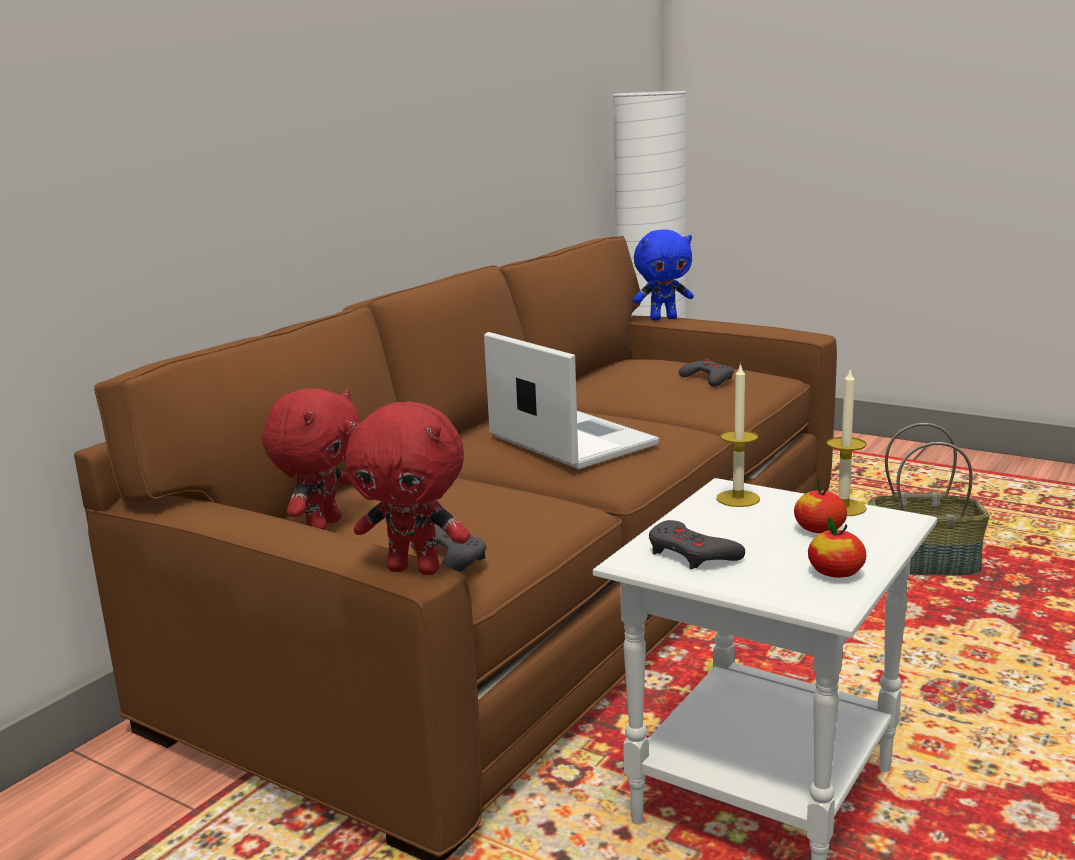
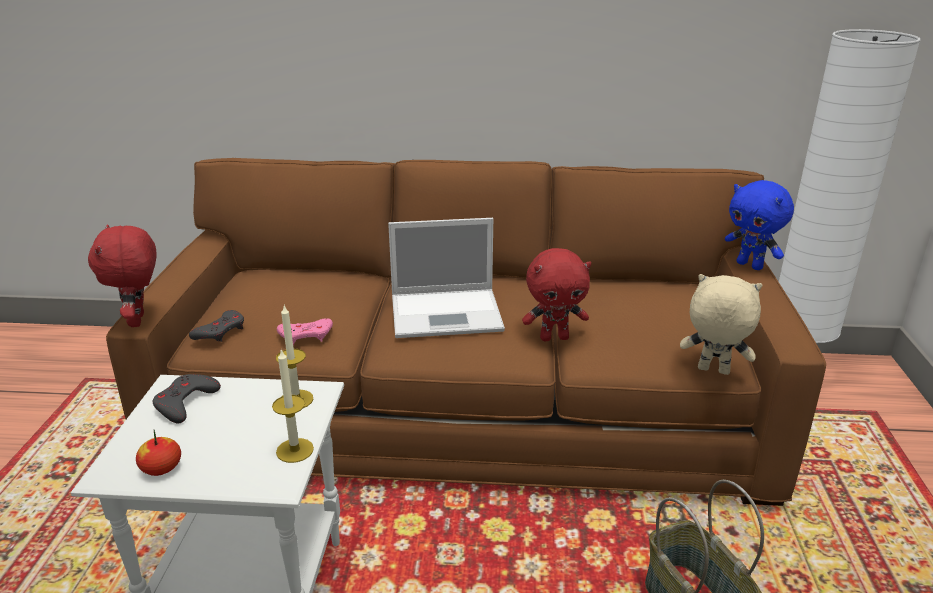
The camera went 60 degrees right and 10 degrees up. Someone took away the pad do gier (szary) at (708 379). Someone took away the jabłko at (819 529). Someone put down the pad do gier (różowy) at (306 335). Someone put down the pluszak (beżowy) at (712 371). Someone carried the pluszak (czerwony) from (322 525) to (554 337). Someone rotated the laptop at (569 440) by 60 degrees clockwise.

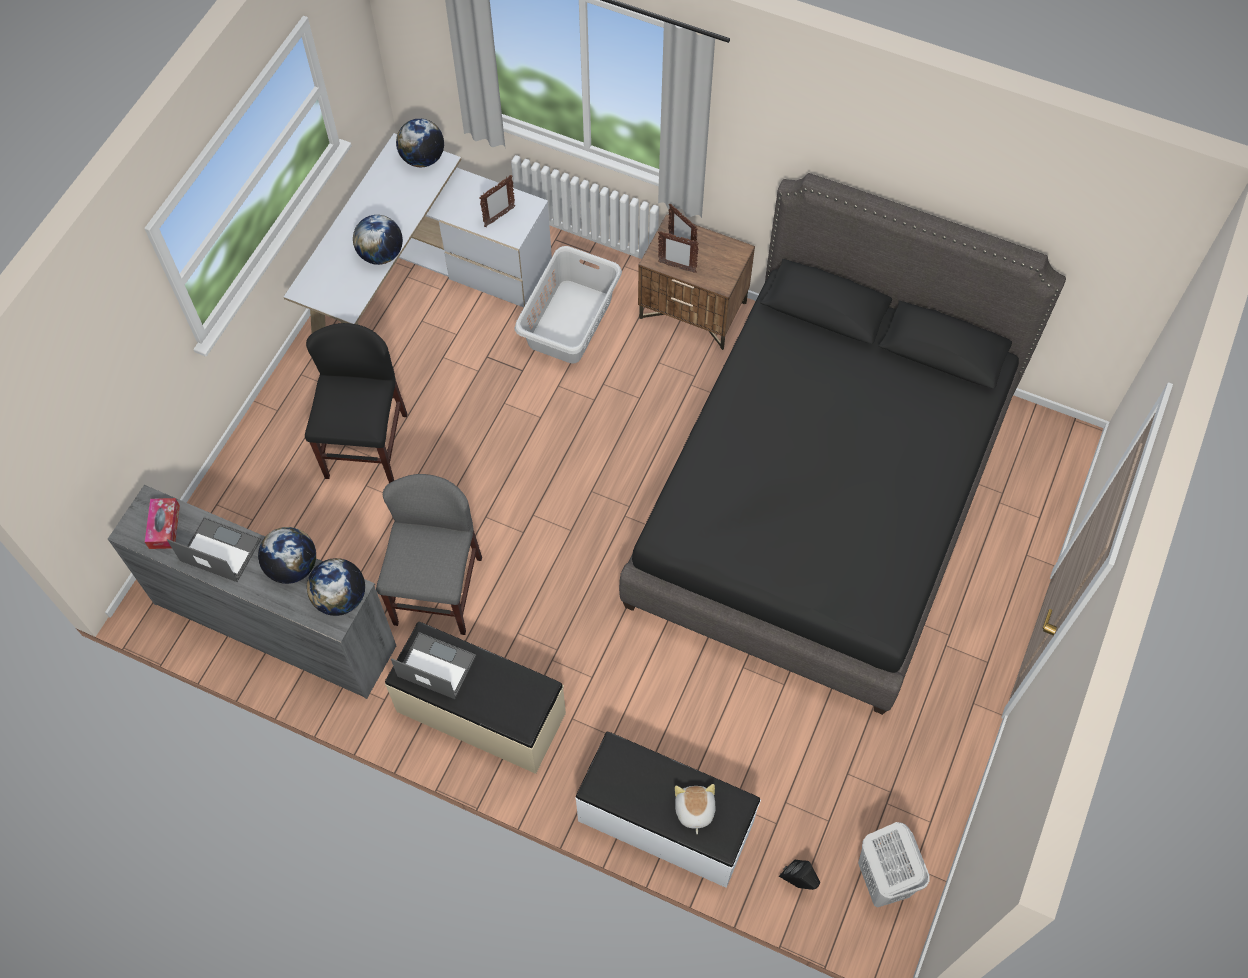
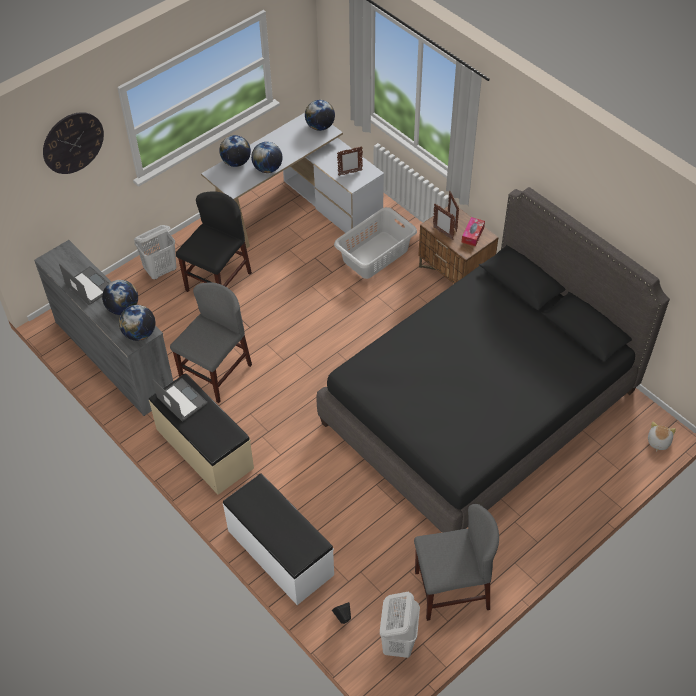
The camera went 25 degrees right and 10 degrees down. Someone put up the zegar ścienny at (73 143). Someone put down the kosz na pranie (biały) at (161 270). Someone put down the globus at (236 162). Someone put down the krzesło (szary) at (451 590). Someone carried the pudełko chusteczek from (164 527) to (472 234). Someone carried the pluszak from (694 810) to (658 441).

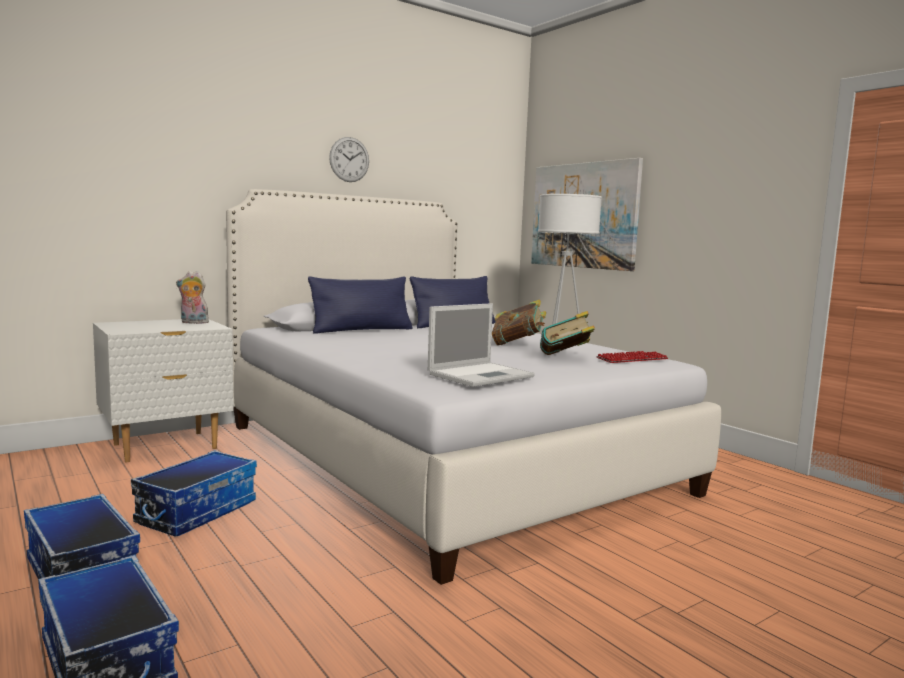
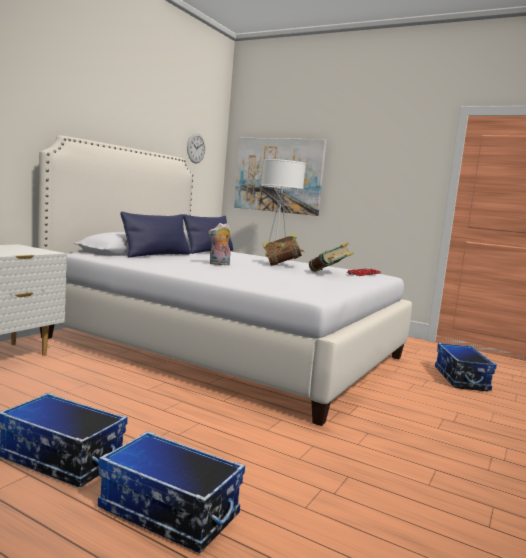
The camera went 25 degrees left and 0 degrees up. Someone took away the laptop at (482 375). Someone carried the pojemnik do przechowywania from (197 512) to (460 379). Someone carried the pluszak from (193 323) to (219 264). Someone carried the zegar ścienny from (349 159) to (196 148).

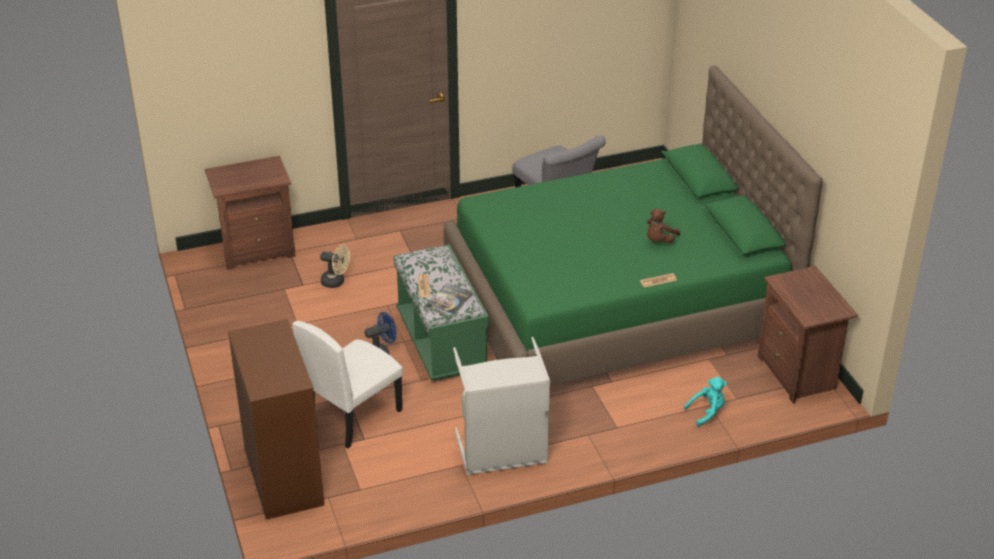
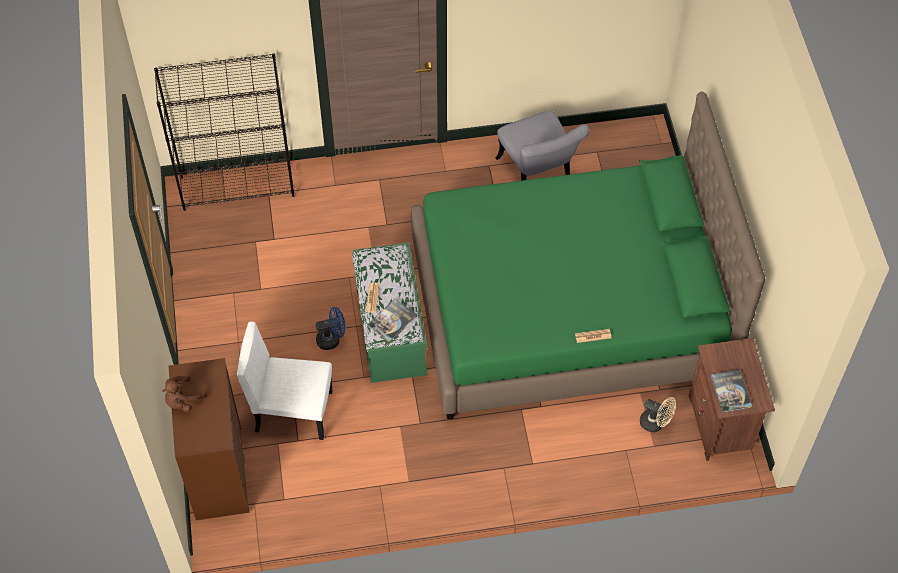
The camera went 10 degrees right and 20 degrees up. Someone took away the kosz na pranie (szary) at (502 454). Someone took away the pluszak (turkusowy) at (707 412). Someone put down the książka at (730 391). Someone carried the wentylator (beżowy) from (336 282) to (656 423). Someone carried the pluszak (brązowy) from (659 240) to (183 400). Someone swapped the szafka nocna (brązowy) at (257 250) for the regał (czarny) at (238 186). Someone rotated the krzesło (biały) at (353 415) by 45 degrees clockwise.

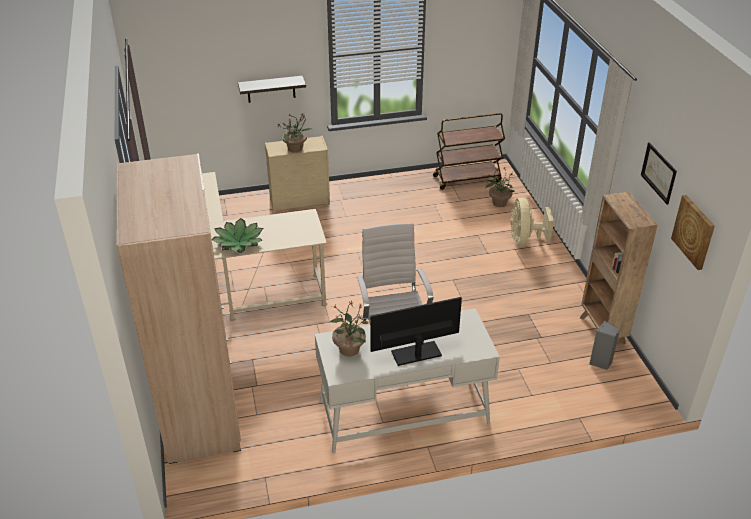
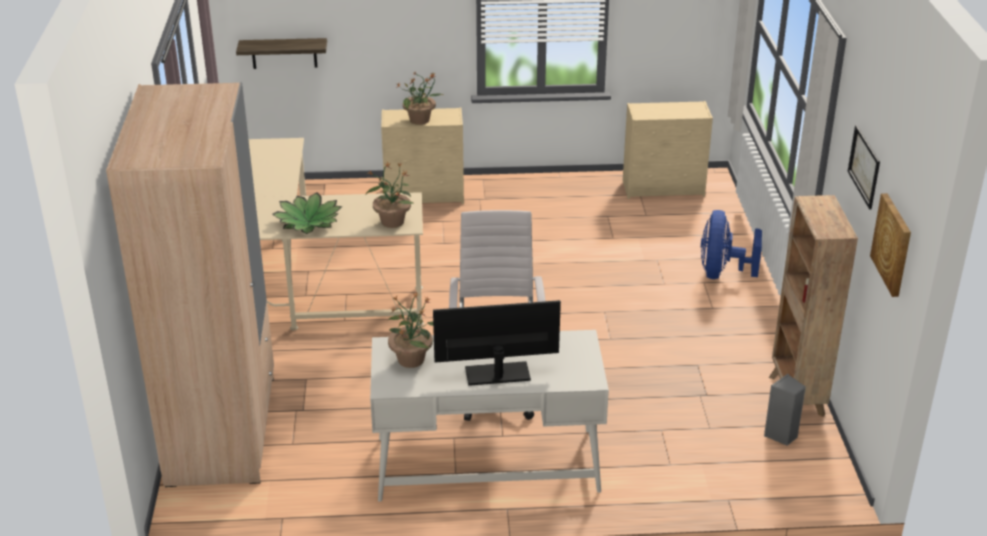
The camera went 10 degrees right and 5 degrees down. Someone carried the półka from (271 89) to (284 53). Someone carried the roślina doniczkowa from (499 202) to (392 221). Someone swapped the wózek (brązowy) at (467 178) for the komoda (beżowy) at (664 188). Someone repainted the wentylator (beżowy) at (524 240), which became the wentylator (niebieski) at (721 273).

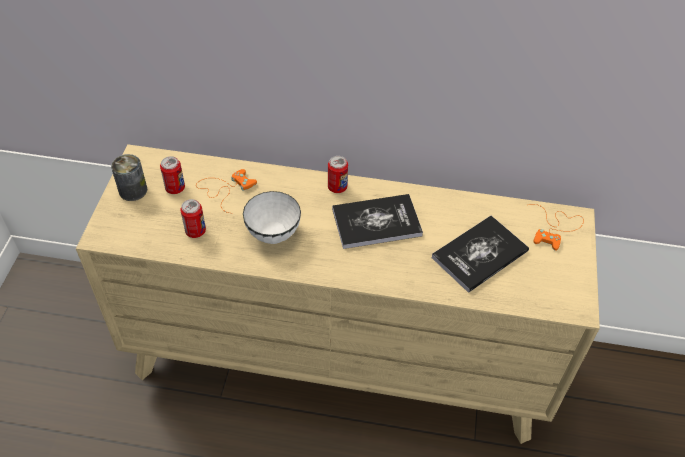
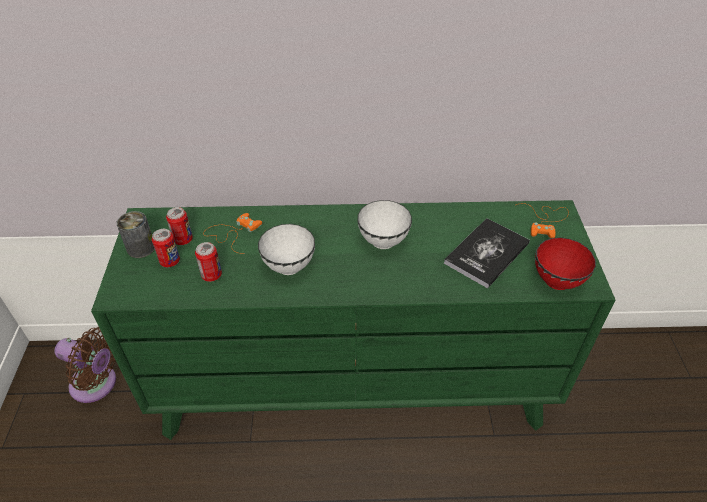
The camera went 10 degrees left and 5 degrees down. Someone put down the wentylator (brązowy) at (97 384). Someone put down the miska (czerwony) at (558 280). Someone carried the puszka from (337 187) to (170 261). Someone swapped the książka at (376 222) for the miska (biały) at (384 240). Someone repainted the komoda (beżowy) at (339 358), which became the komoda (zielony) at (354 384).

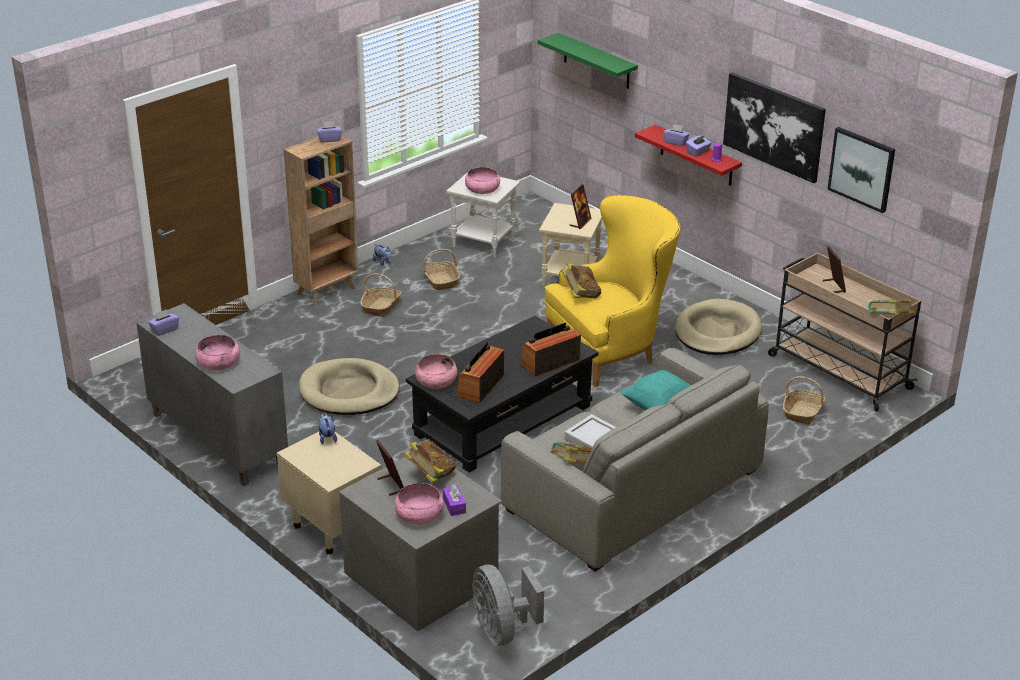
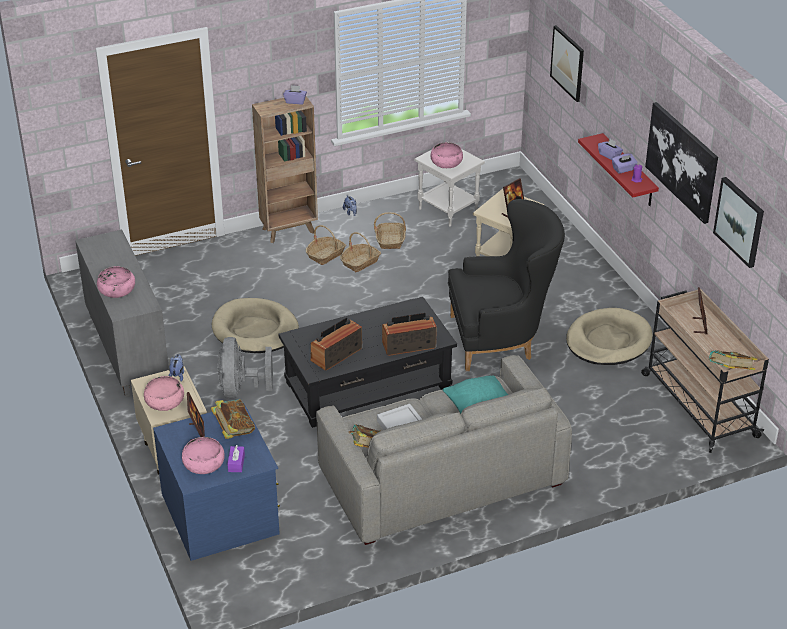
The camera went 20 degrees right and 5 degrees up. Someone took away the pudełko chusteczek (fioletowy) at (164 330). Someone took away the książka at (580 294). Someone carried the miska (różowy) from (436 380) to (164 401). Someone carried the wentylator (szary) from (502 630) to (240 389). Someone carried the koszyk from (803 412) to (360 262). Someone swapped the półka (zielony) at (596 61) for the obraz at (567 63). Someone repainted the komoda (szary) at (423 576), which became the komoda (niebieski) at (221 513). Someone repainted the fotel (żółty) at (612 350), which became the fotel (czarny) at (501 339).

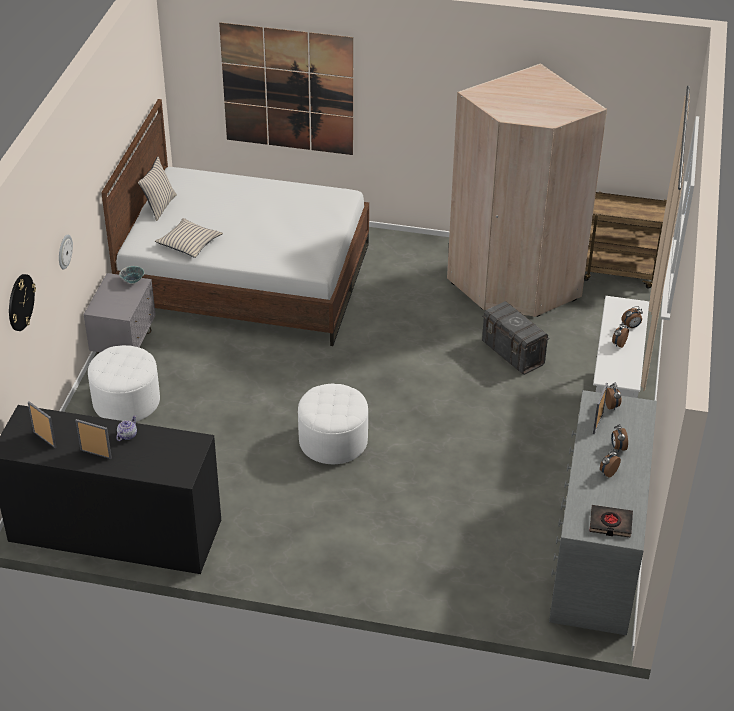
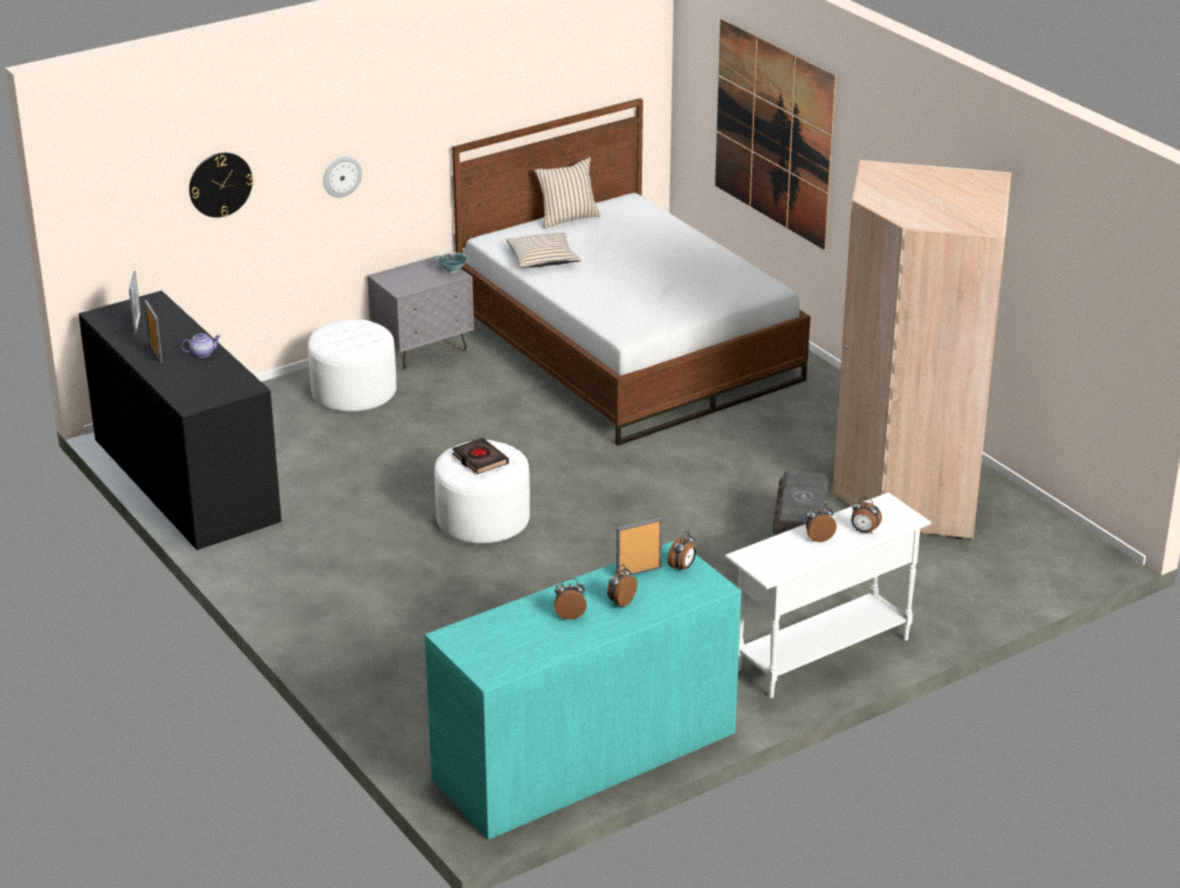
The camera went 45 degrees right and 10 degrees down. Someone took away the wózek (brązowy) at (621 272). Someone carried the książka (czarny) from (610 523) to (480 459). Someone repainted the komoda (szary) at (596 550), which became the komoda (turkusowy) at (585 756).

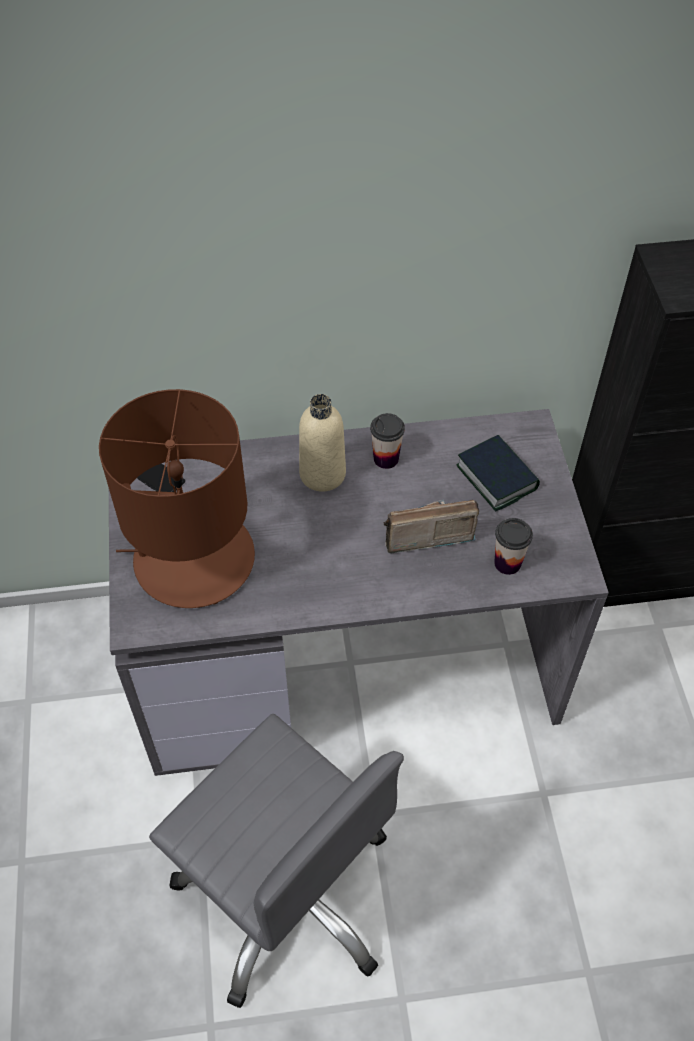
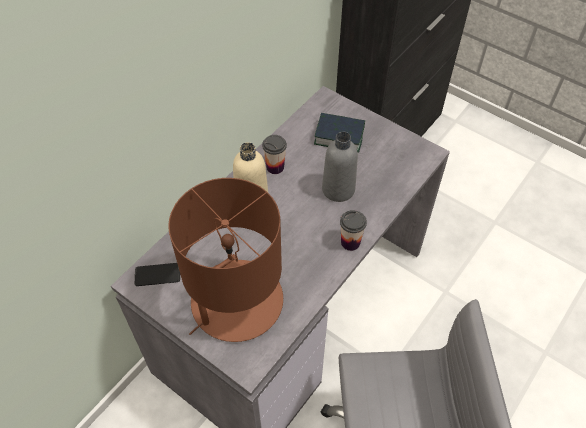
The camera went 45 degrees left and 0 degrees up. Someone carried the filiżanka from (507 563) to (350 242). Someone swapped the radio at (424 533) for the butelka (szary) at (338 189).

